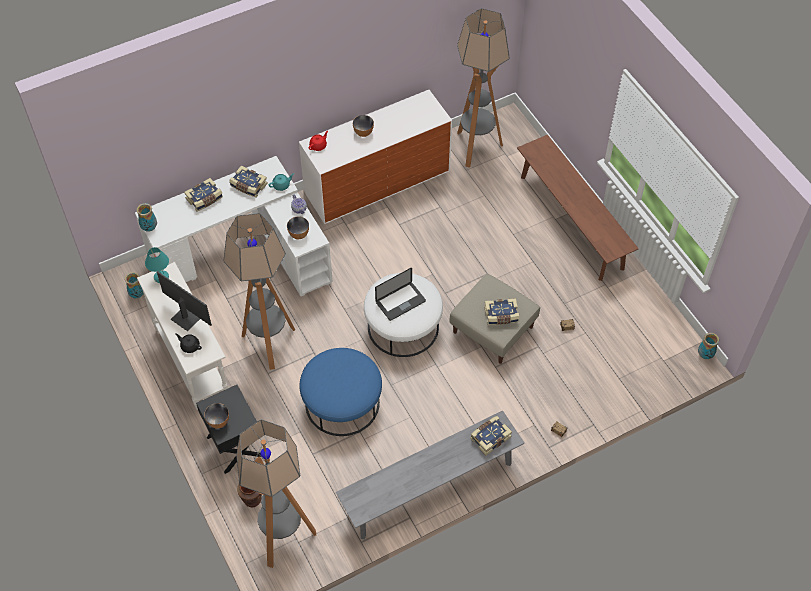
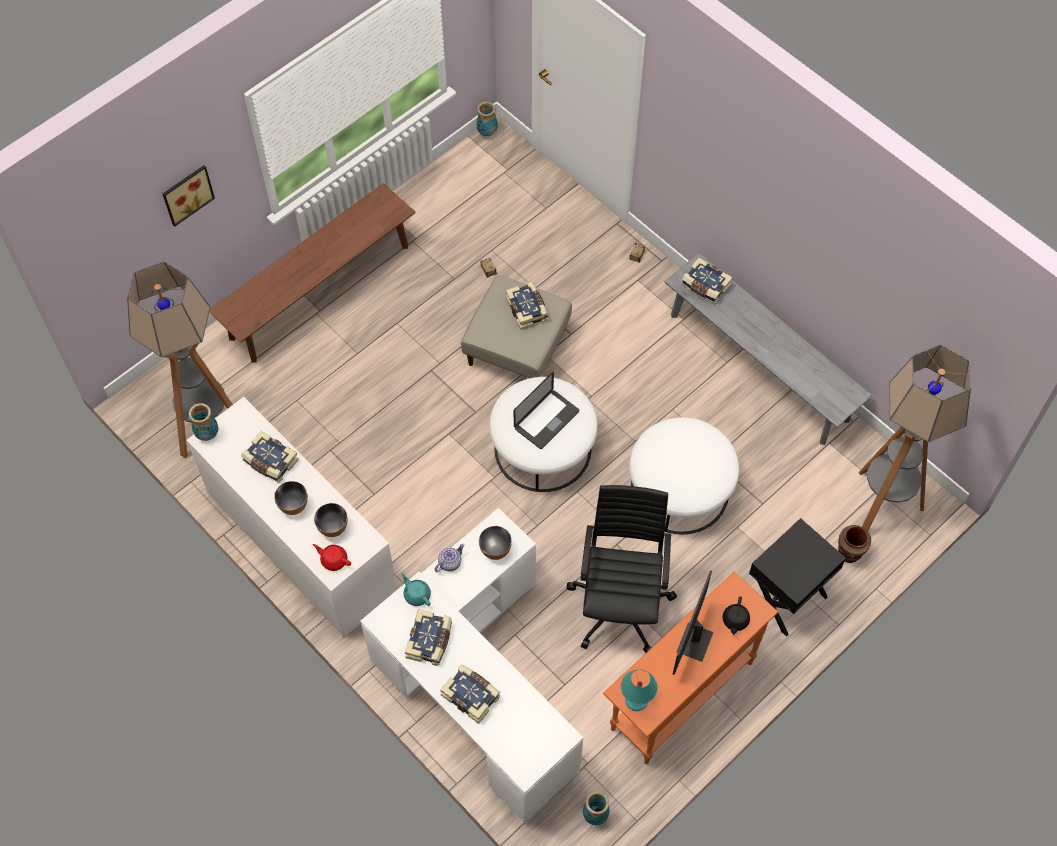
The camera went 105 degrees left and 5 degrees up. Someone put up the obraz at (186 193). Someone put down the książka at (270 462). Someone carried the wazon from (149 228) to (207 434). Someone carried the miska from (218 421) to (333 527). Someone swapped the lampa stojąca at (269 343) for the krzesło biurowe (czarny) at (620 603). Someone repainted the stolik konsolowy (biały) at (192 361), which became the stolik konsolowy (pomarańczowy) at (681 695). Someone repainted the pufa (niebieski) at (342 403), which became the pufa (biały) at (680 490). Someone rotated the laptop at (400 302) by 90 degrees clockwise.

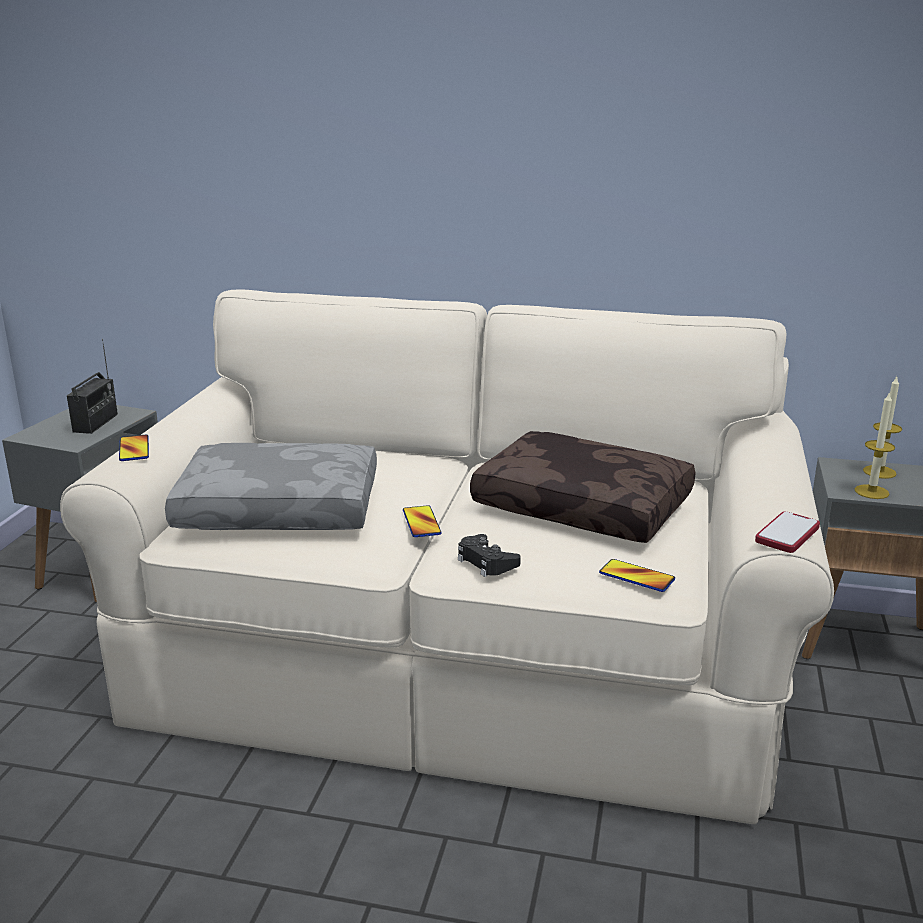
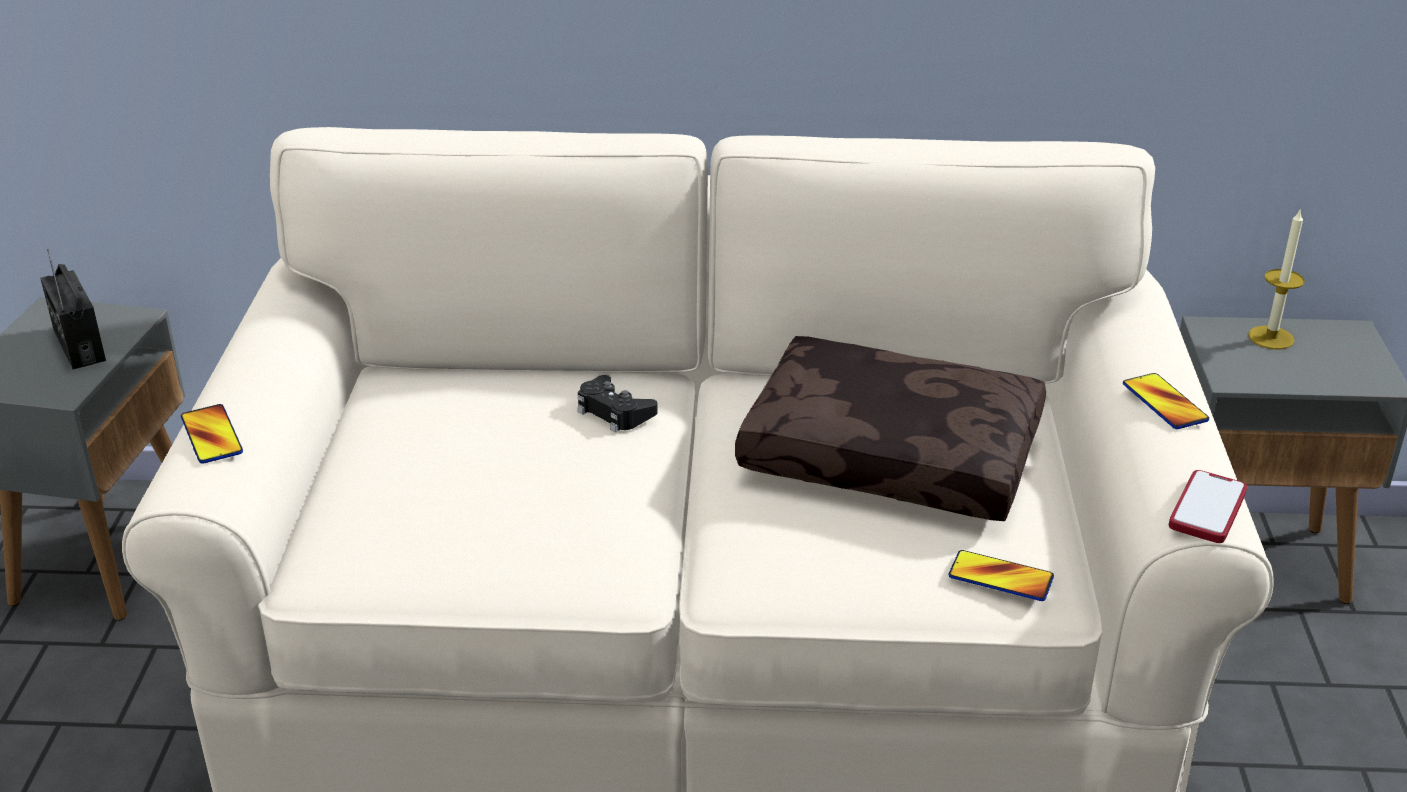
The camera went 10 degrees left and 10 degrees up. Someone took away the poduszka (szary) at (281 508). Someone took away the świeca at (871 492). Someone carried the telefon from (421 522) to (1164 403). Someone carried the pad do gier (czarny) from (486 562) to (614 412). Someone rotated the radio at (96 423) by 150 degrees clockwise.

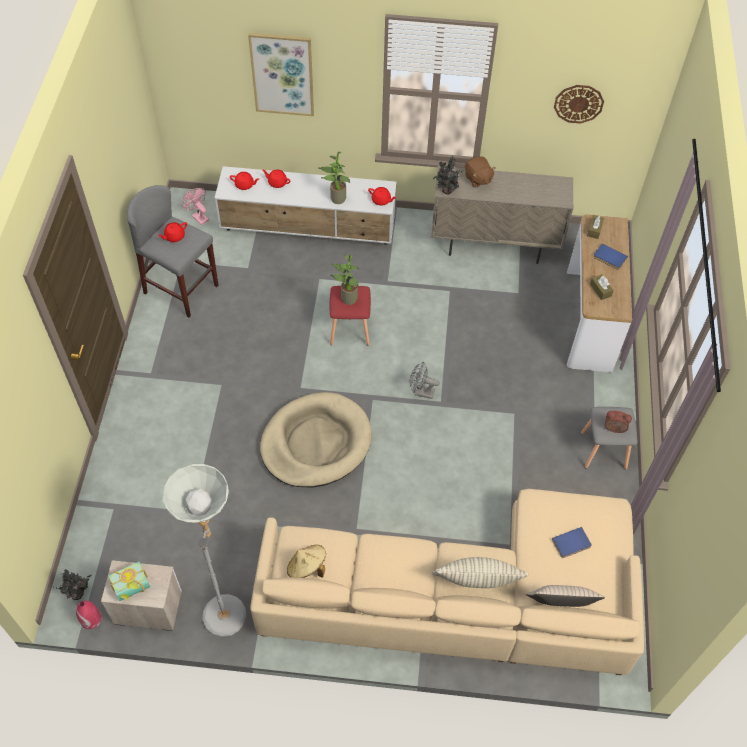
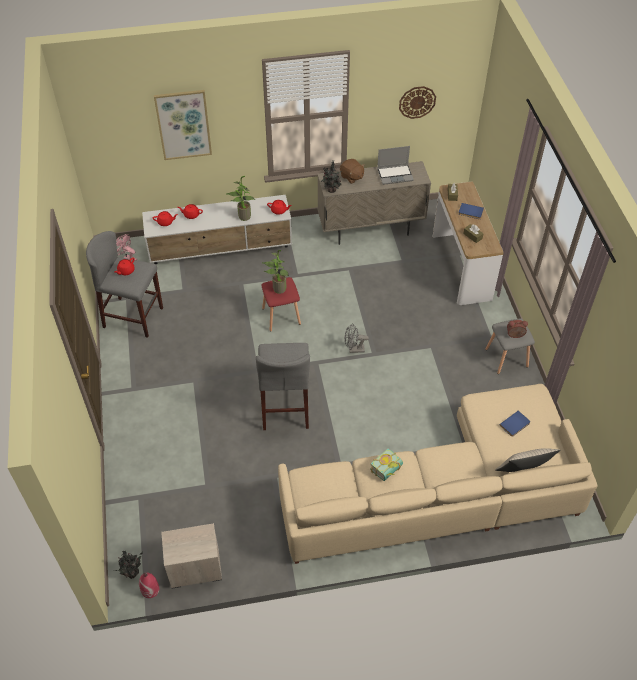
The camera went 15 degrees left and 5 degrees down. Someone took away the lampa stojąca (szary) at (226 606). Someone took away the kapelusz (beżowy) at (307 567). Someone took away the poduszka at (477 581). Someone put down the laptop at (395 174). Someone carried the książka from (132 589) to (388 470). Someone swapped the legowisko (beżowy) at (316 443) for the stołek (szary) at (285 407).

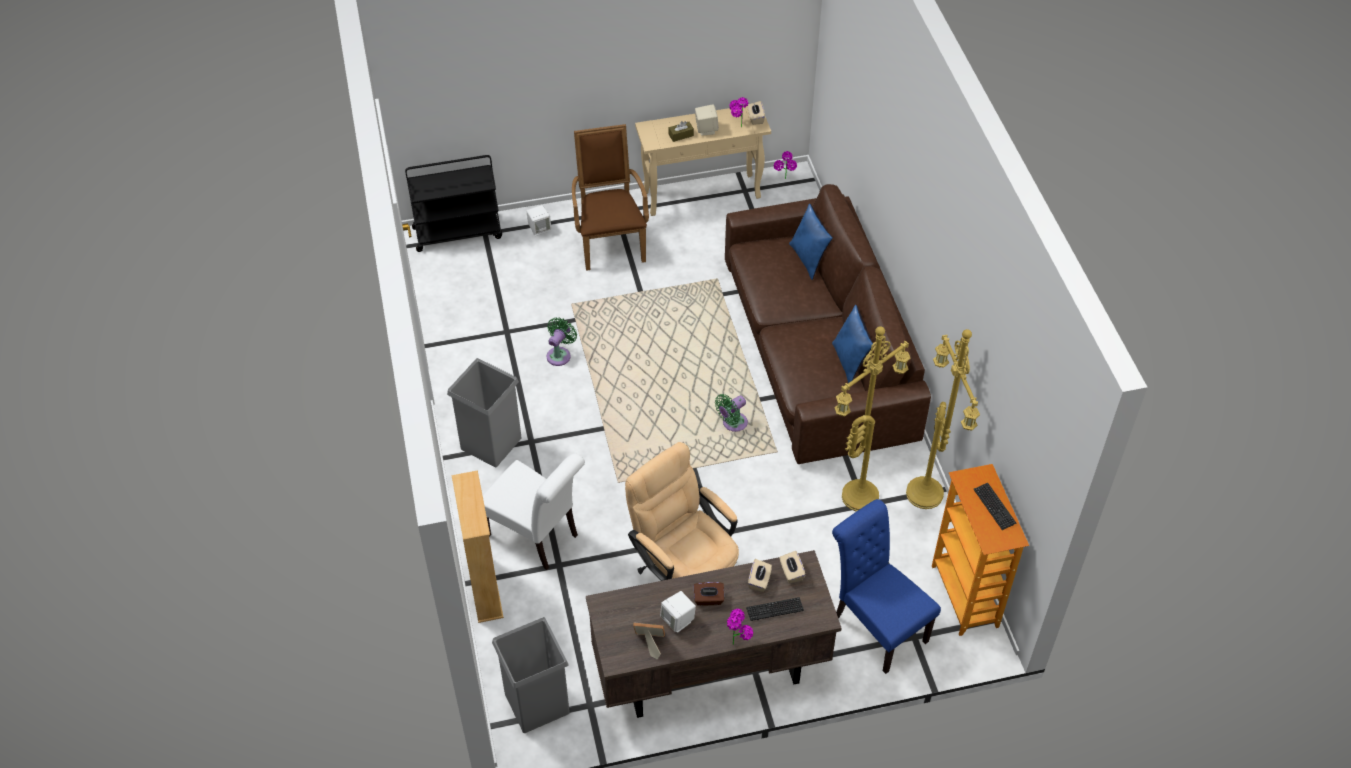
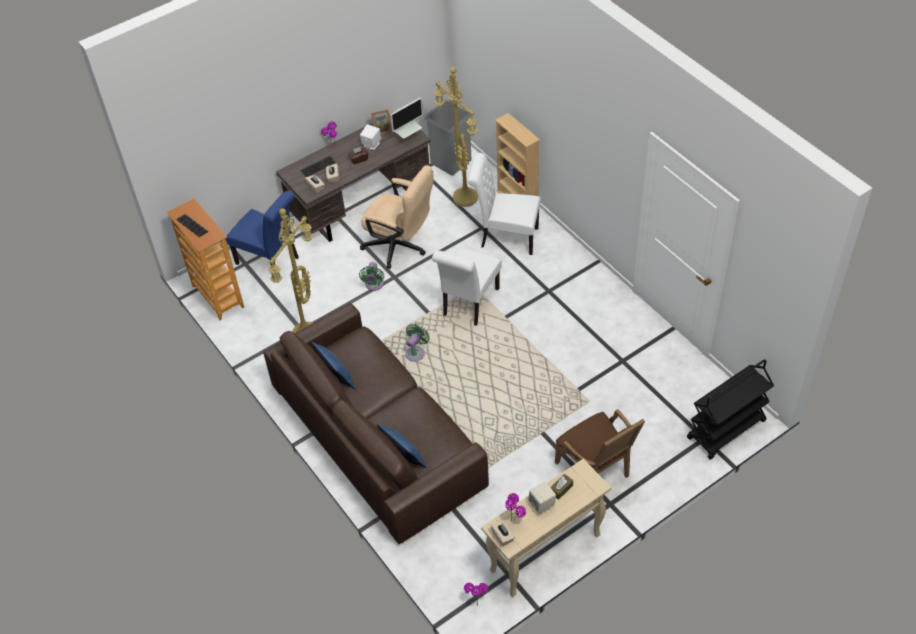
The camera went 160 degrees right and 0 degrees up. Someone took away the kosz na śmieci (szary) at (490 443). Someone took away the głośnik (biały) at (539 229). Someone put down the monitor at (407 137). Someone put down the krzesło (biały) at (468 304). Someone carried the wentylator (zielony) from (560 354) to (374 285). Someone carried the lampa stojąca (żółty) from (927 494) to (463 198).

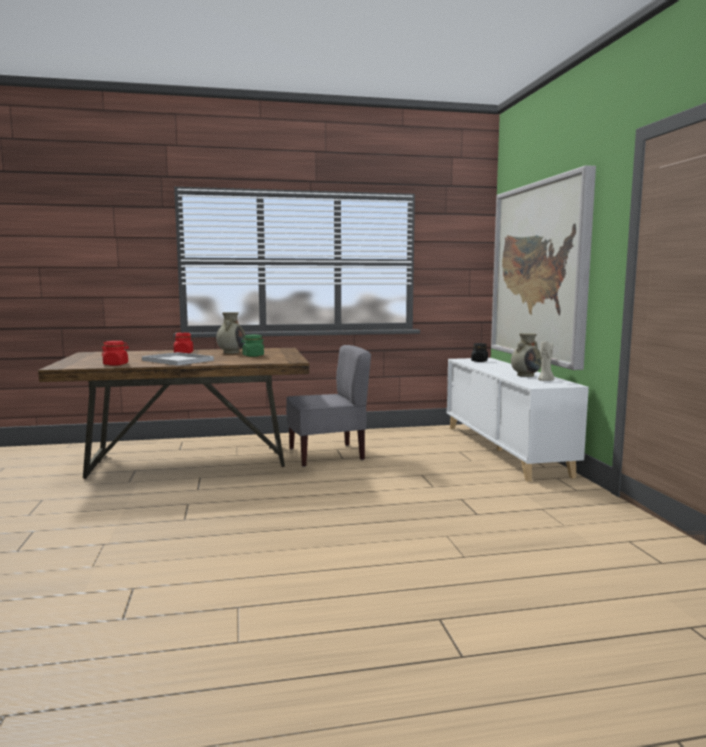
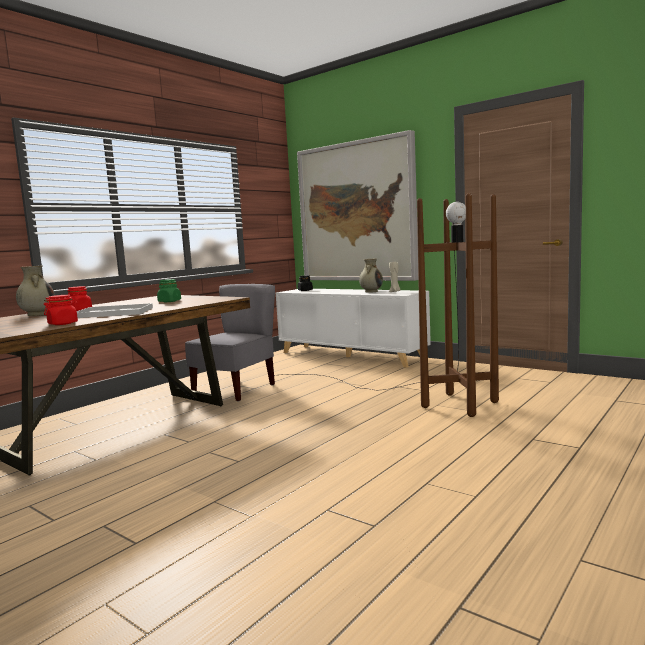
The camera went 40 degrees left and 0 degrees up. Someone put down the lampa stojąca (brązowy) at (412 394). Someone carried the wazon (beżowy) from (231 352) to (38 314).

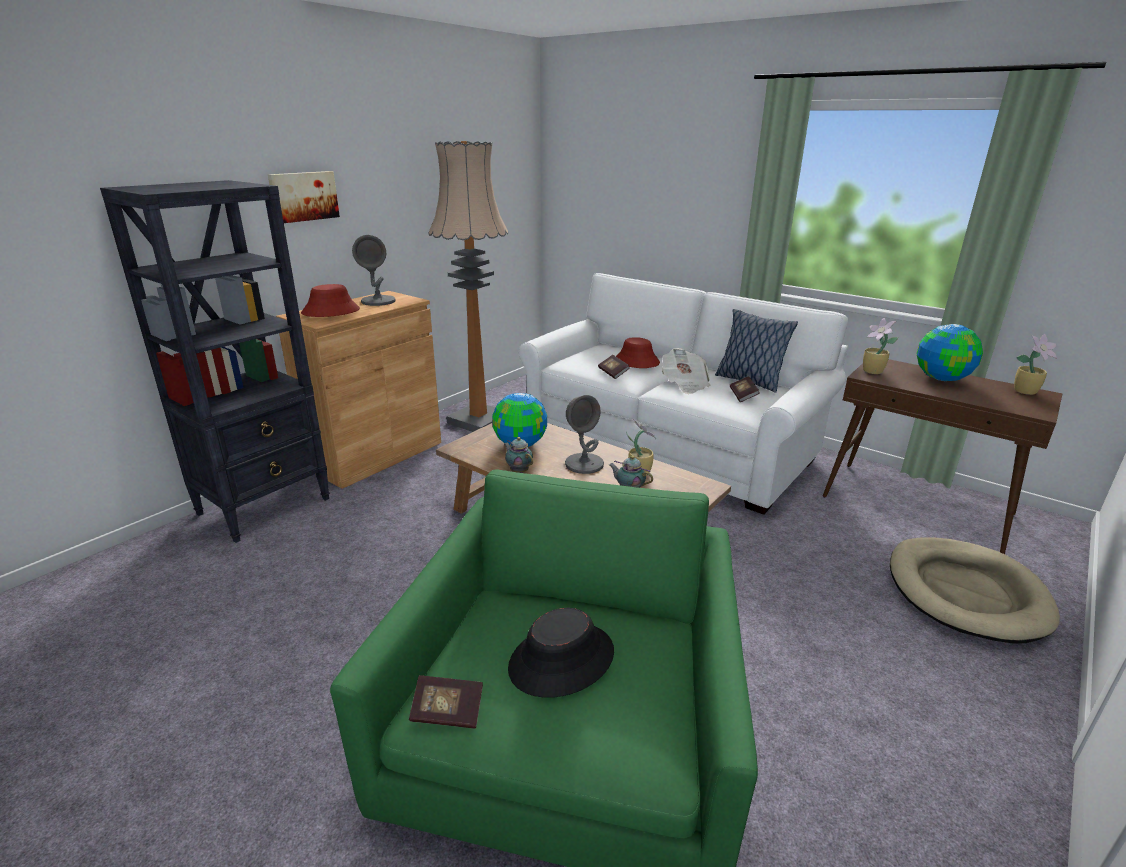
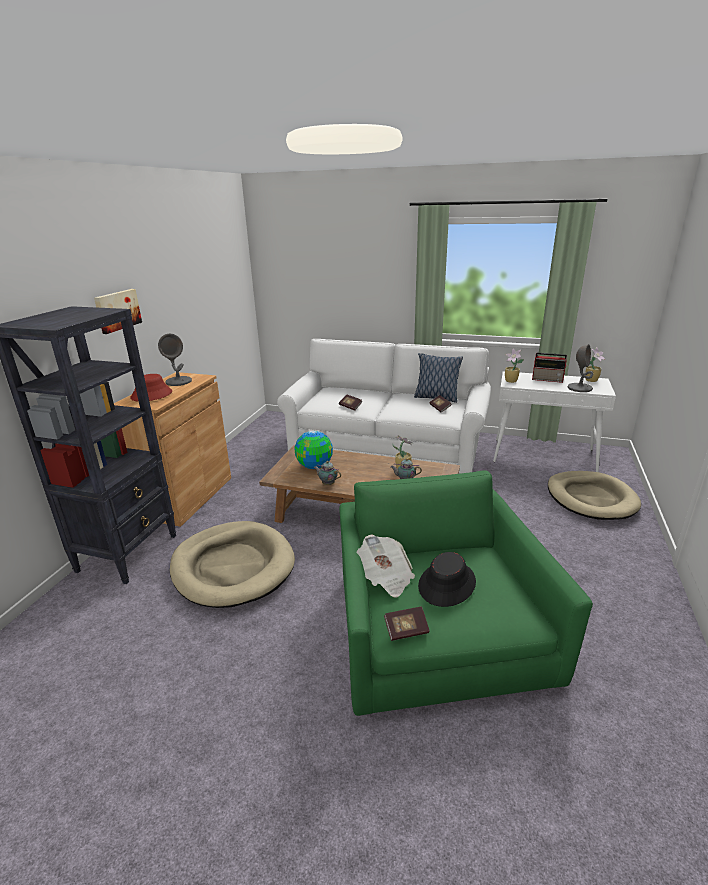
The camera went 20 degrees left and 0 degrees up. Someone took away the lampa stojąca at (478 421). Someone took away the kapelusz (czerwony) at (636 361). Someone put down the legowisko (beżowy) at (233 567). Someone carried the lampa stołowa (szary) from (584 464) to (579 388). Someone carried the gazeta from (684 384) to (385 577). Someone swapped the globus at (942 379) for the radio at (548 379). Someone repainted the stolik konsolowy (brązowy) at (917 505), which became the stolik konsolowy (biały) at (544 456).

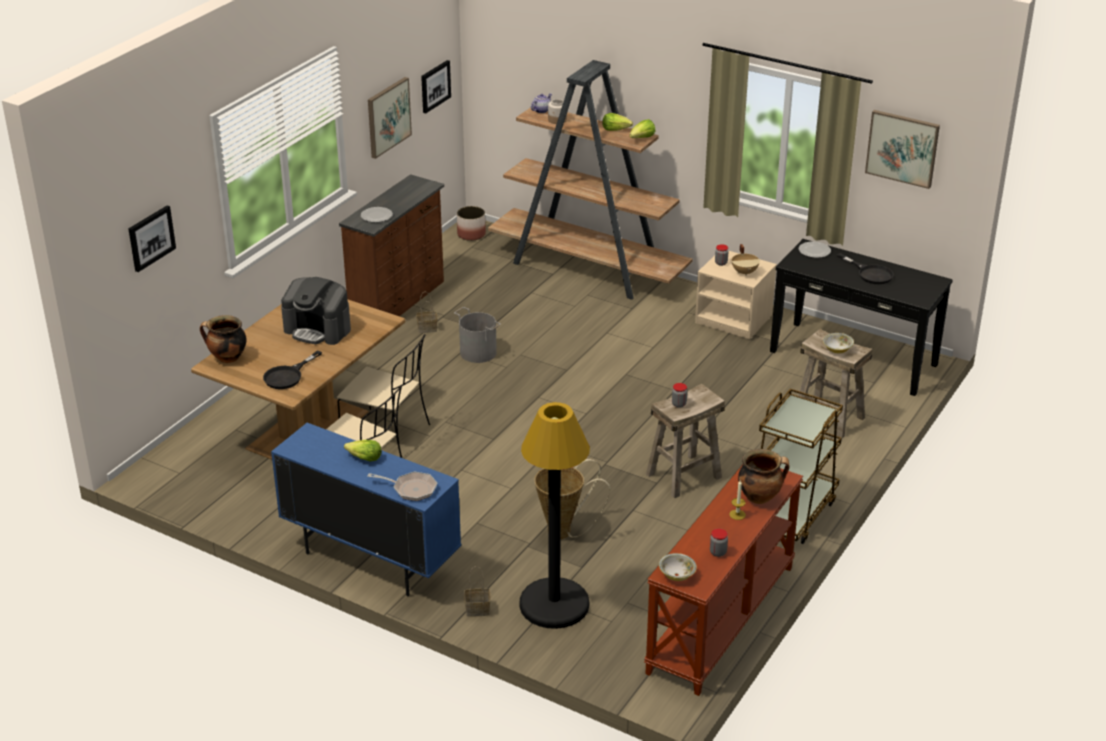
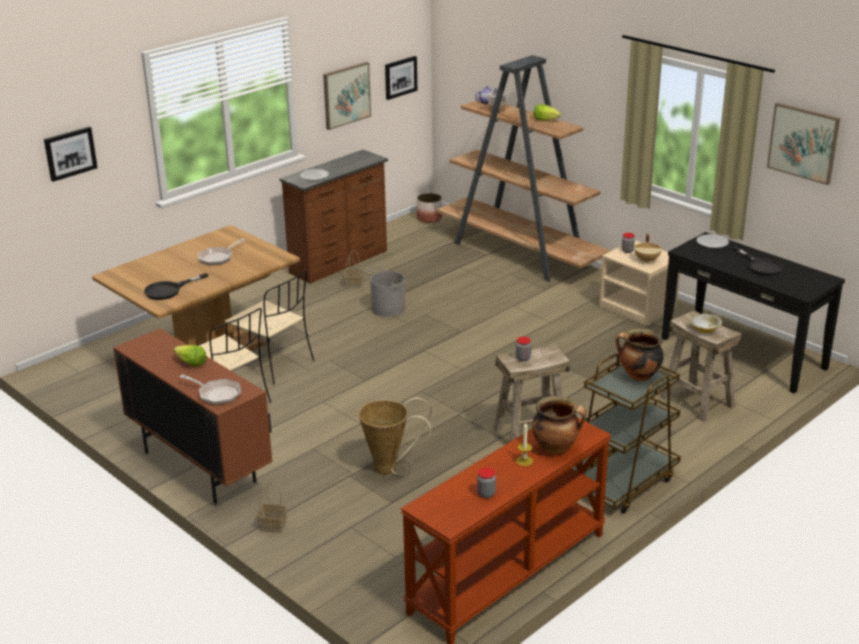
The camera went 15 degrees right and 5 degrees down. Someone took away the lampa stojąca (czarny) at (554 604). Someone took away the sałata at (642 138). Someone took away the miska at (677 575). Someone carried the garnek from (227 358) to (638 376). Someone swapped the ekspres do kawy at (318 329) for the patelnia at (218 258). Someone repainted the szafka (niebieski) at (370 560), which became the szafka (brązowy) at (199 467).

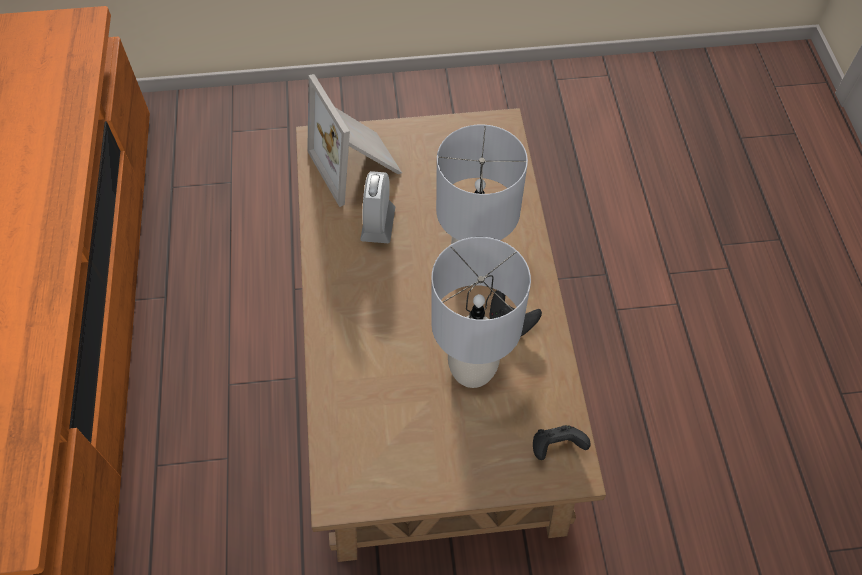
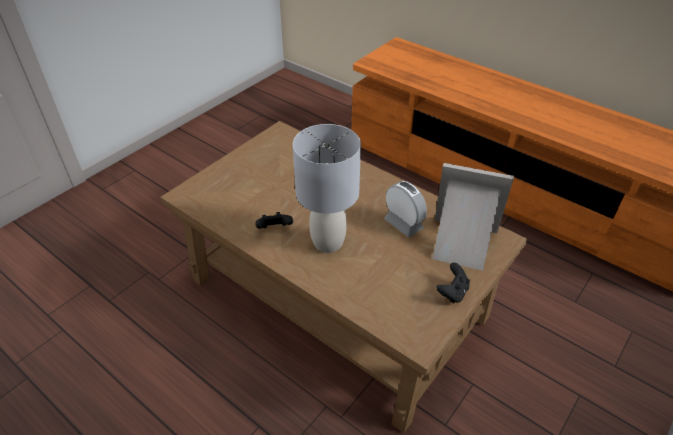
The camera went 135 degrees right and 15 degrees down. Someone took away the lampa stołowa (szary) at (472 369). Someone carried the pad do gier (czarny) from (556 447) to (452 292).

